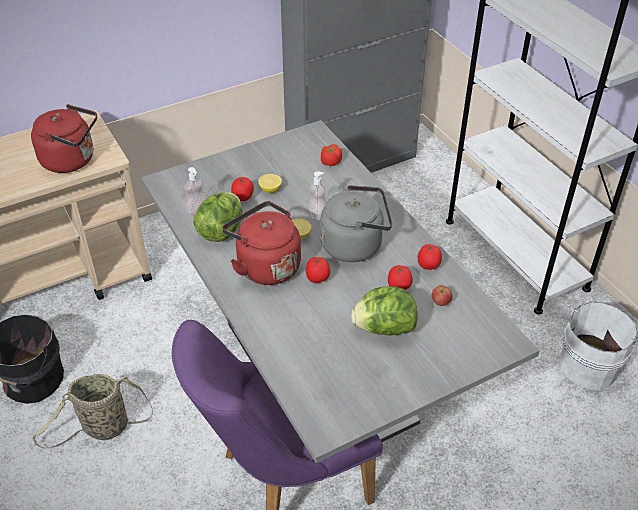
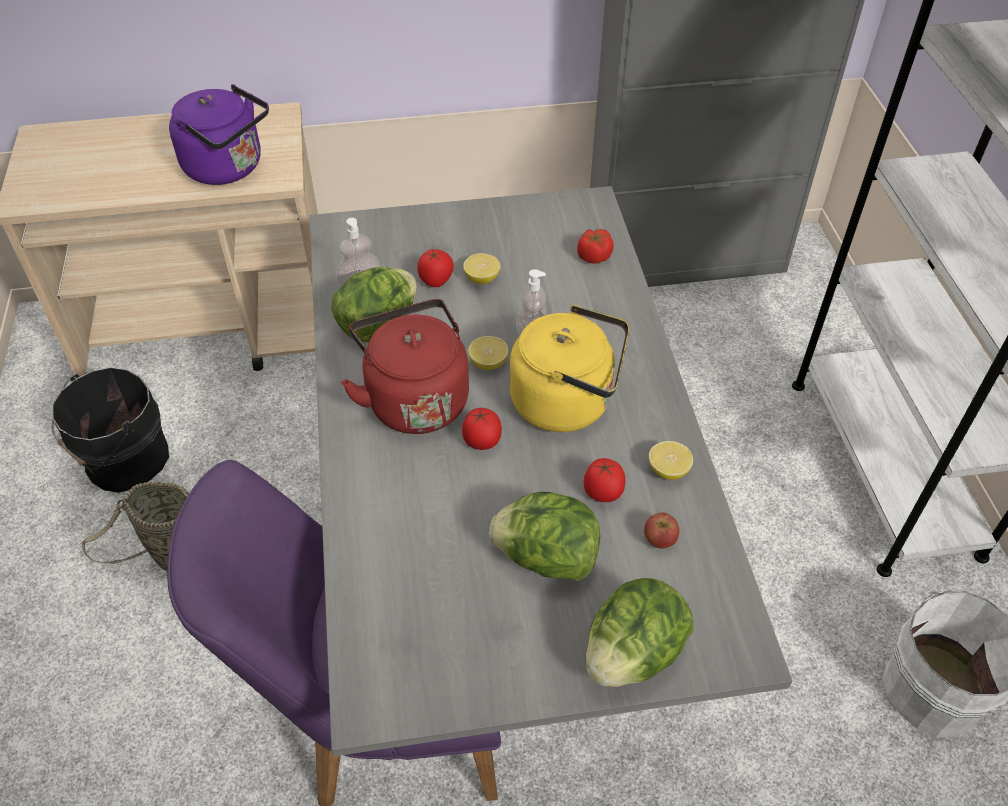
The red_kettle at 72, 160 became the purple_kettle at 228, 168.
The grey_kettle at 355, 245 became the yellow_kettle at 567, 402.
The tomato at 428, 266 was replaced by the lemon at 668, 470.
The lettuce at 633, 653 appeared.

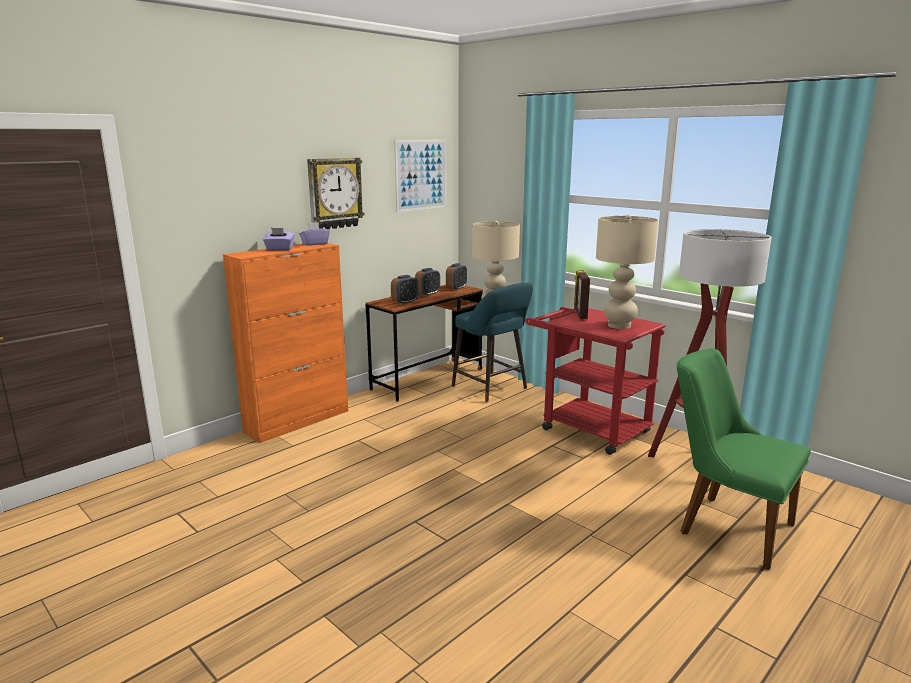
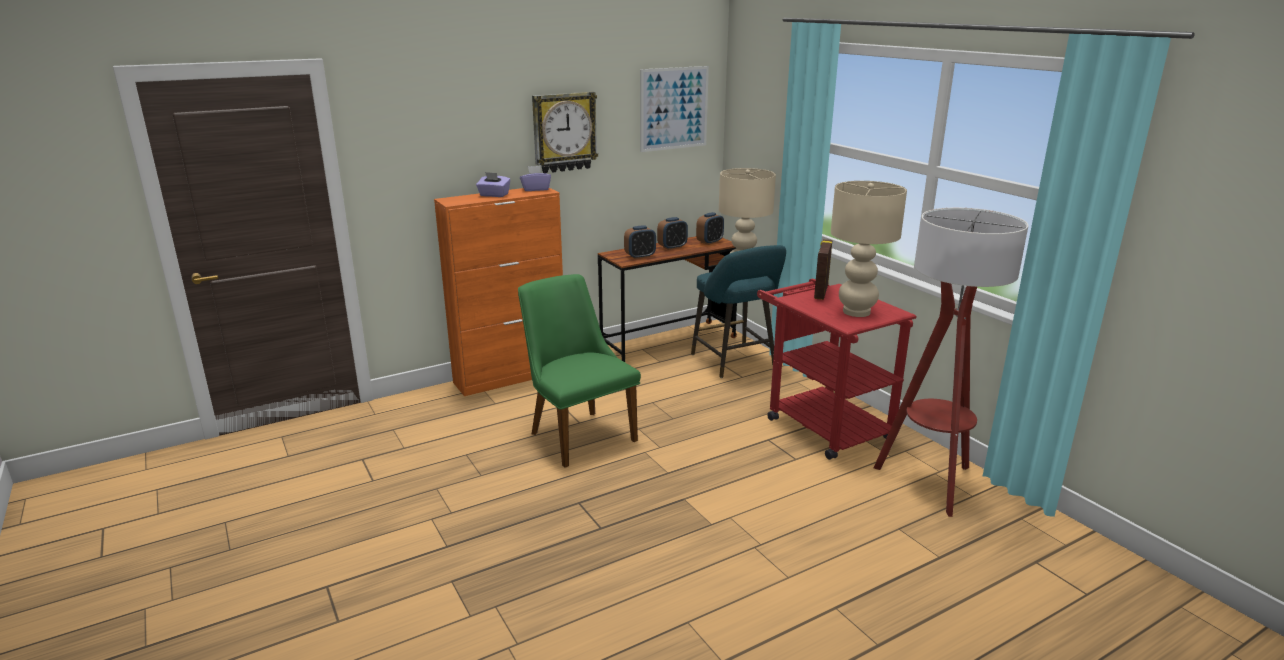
The green_chair moved from 725, 525 to 577, 433.

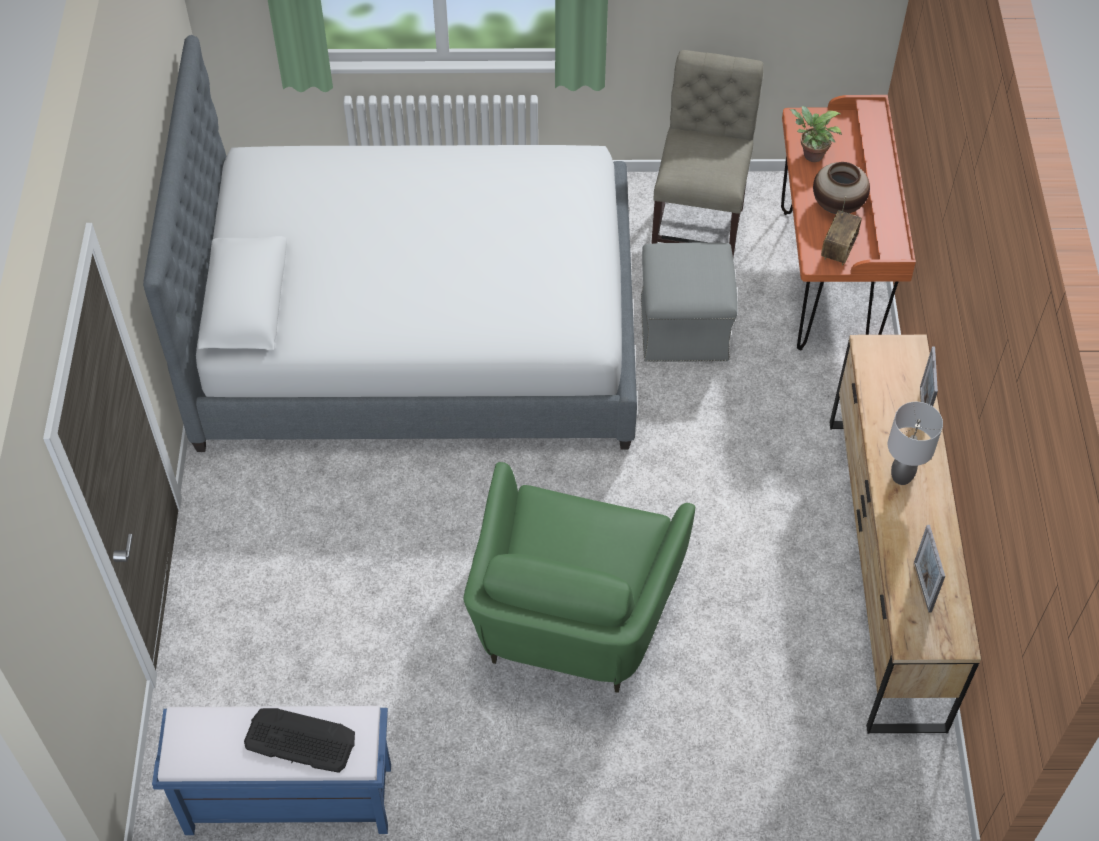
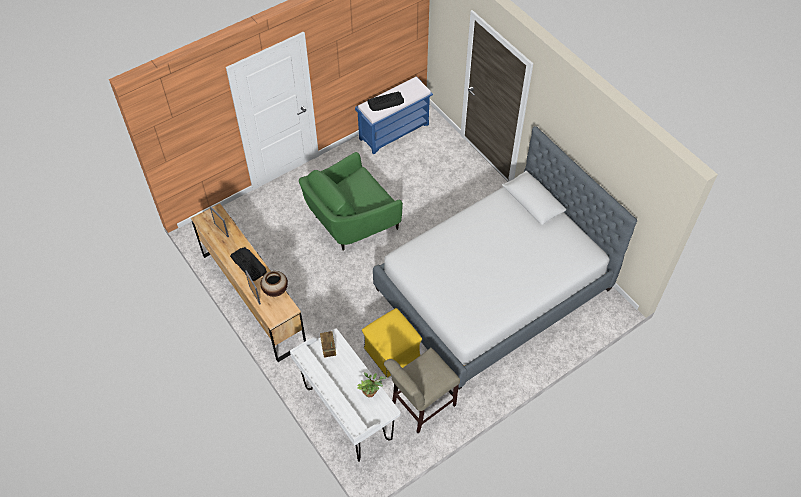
The green_armchair at 571, 619 turned 105 degrees counterclockwise.
The grey_ottoman at 684, 327 became the yellow_ottoman at 392, 352.
The beige_chair at 699, 230 turned 75 degrees clockwise.
The orange_desk at 827, 279 became the white_desk at 347, 414.
The vase moved from 837, 206 to 275, 290.
The grey_table_lamp at 902, 477 was replaced by the keyboard at 248, 264.

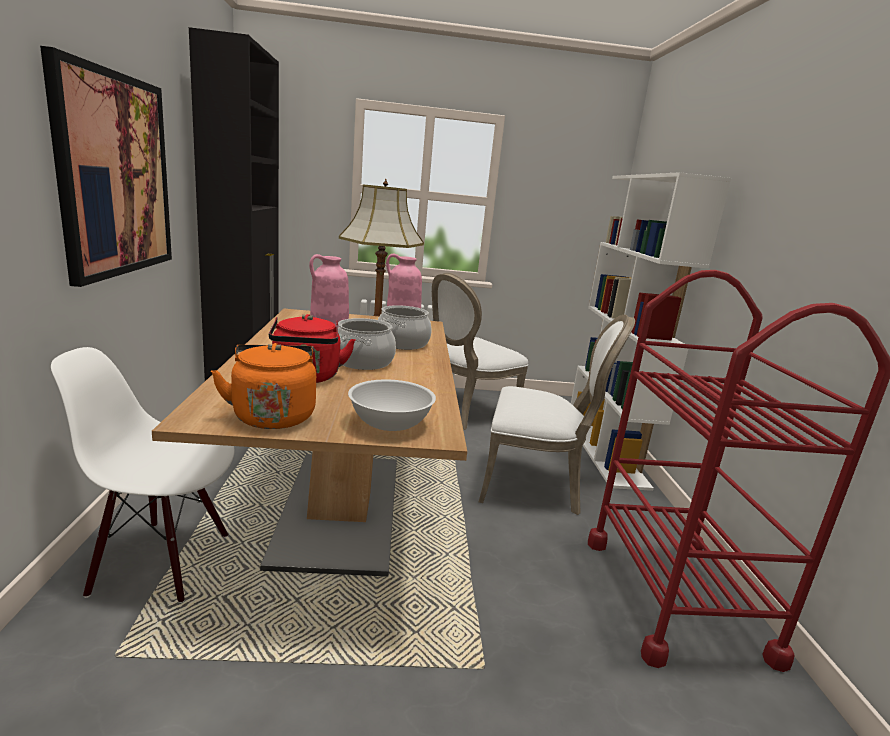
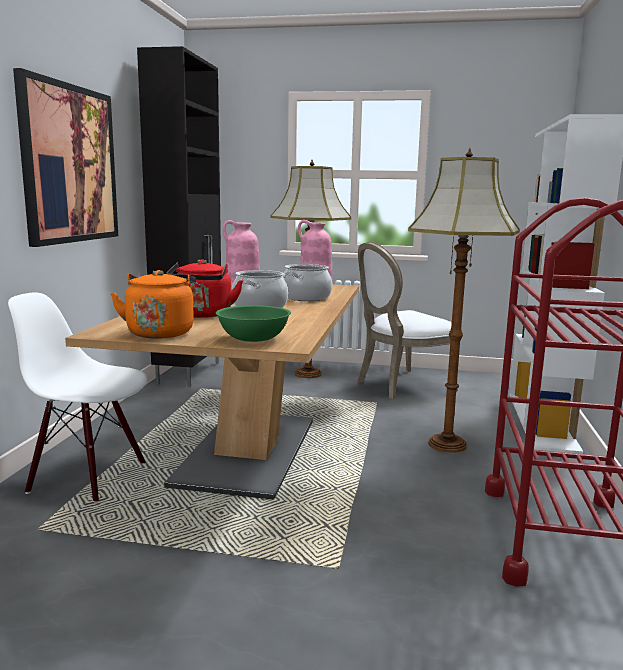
The white_bowl at 389, 423 became the green_bowl at 253, 338.
The white_chair at 535, 486 was replaced by the floor_lamp at 449, 444.

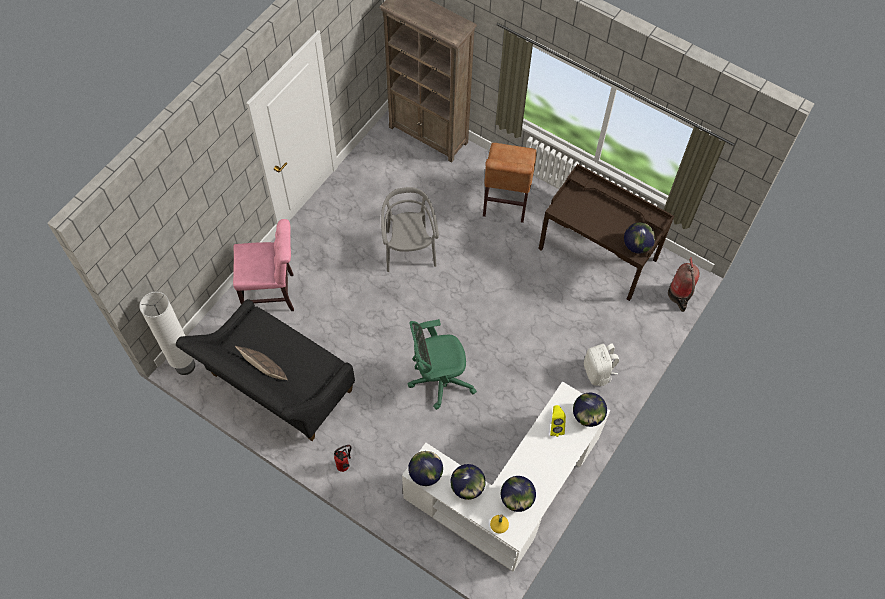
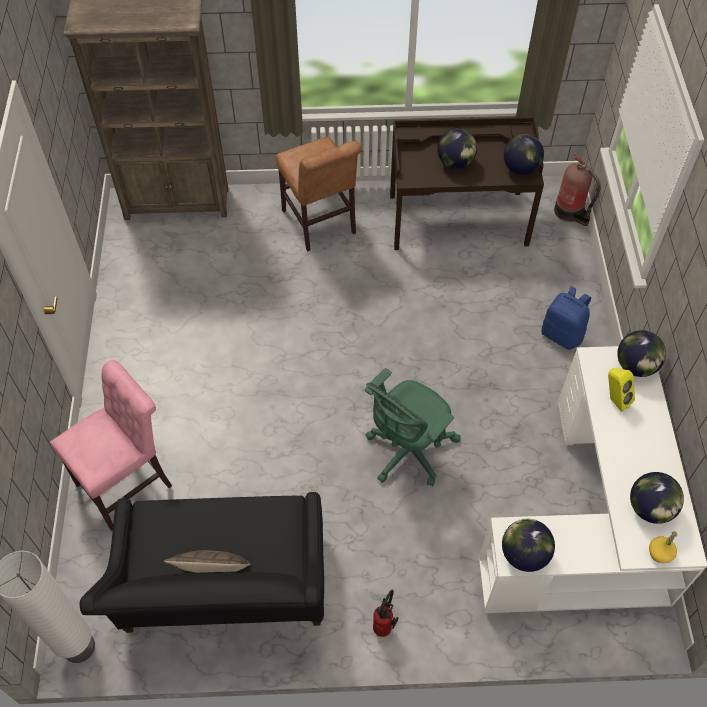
The grey_chair at 409, 249 disappeared.
The globe moved from 467, 487 to 455, 163.
The white_backpack at 598, 372 became the blue_backpack at 562, 334.

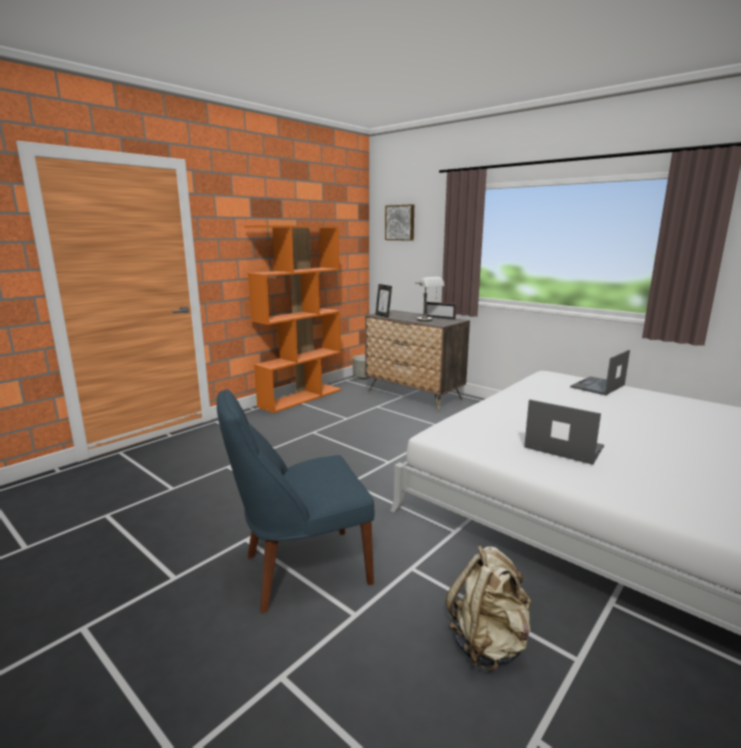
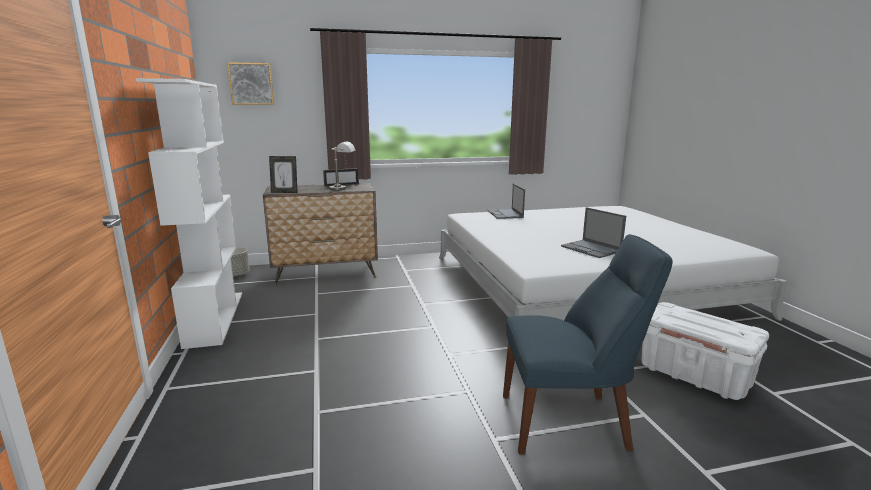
The blue_chair at 300, 570 turned 105 degrees counterclockwise.
The orange_bookcase at 301, 397 became the white_bookcase at 214, 318.
The beige_backpack at 488, 642 was replaced by the white_storage_box at 693, 376.
The laptop at 562, 447 turned 105 degrees counterclockwise.

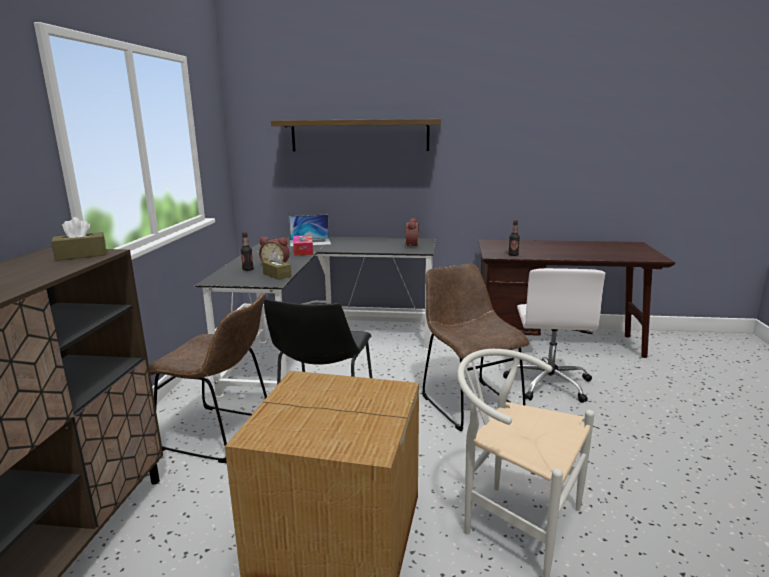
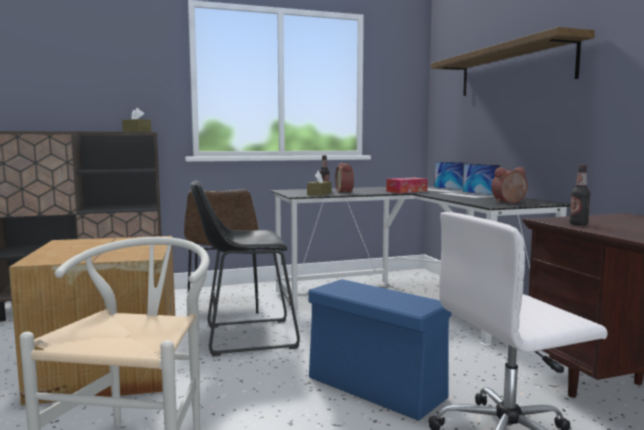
The brown_chair at 468, 402 was replaced by the blue_storage_box at 377, 388.
The laptop at 468, 195 appeared.

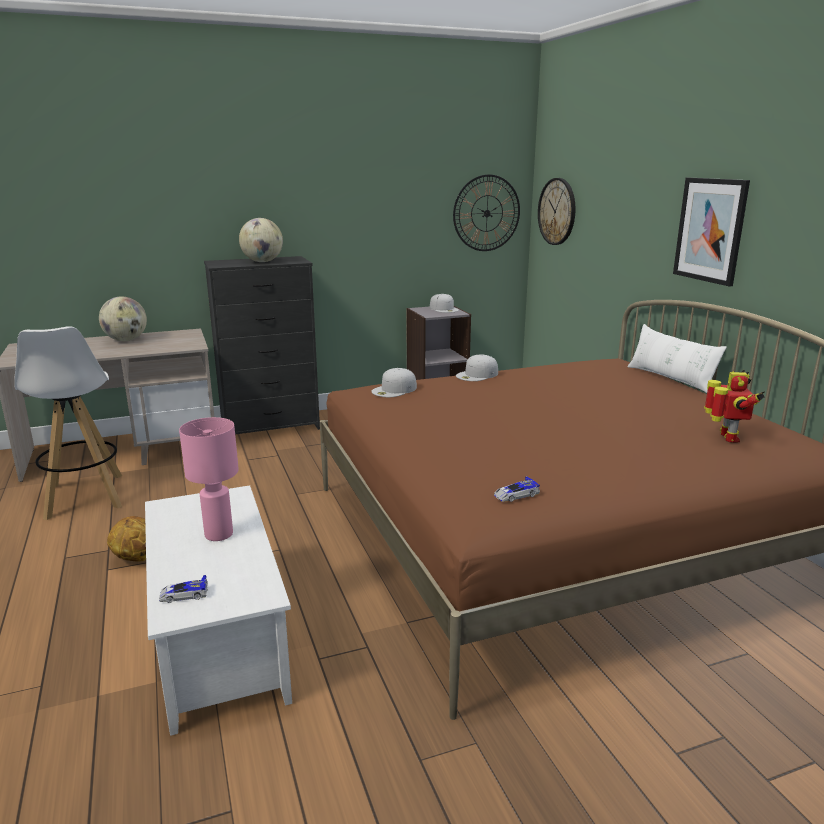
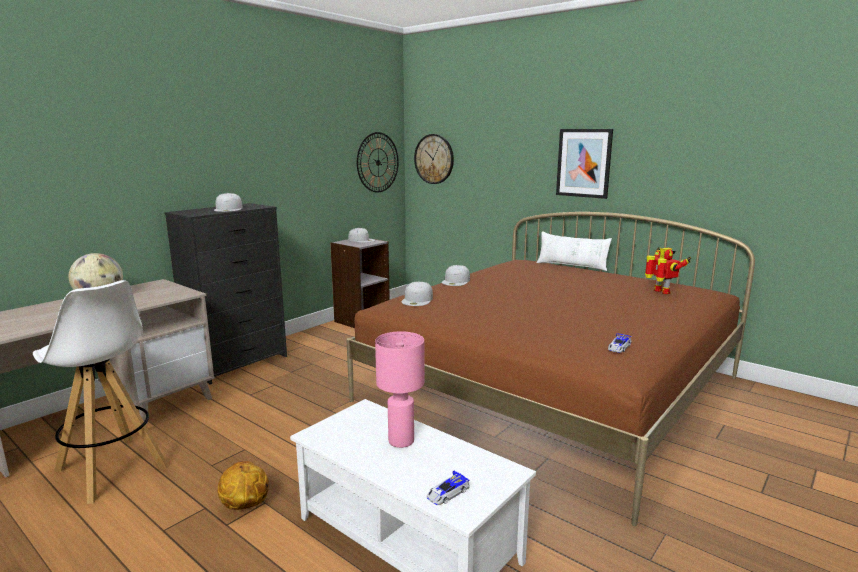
The globe at 262, 262 was replaced by the white_cap at 229, 209.

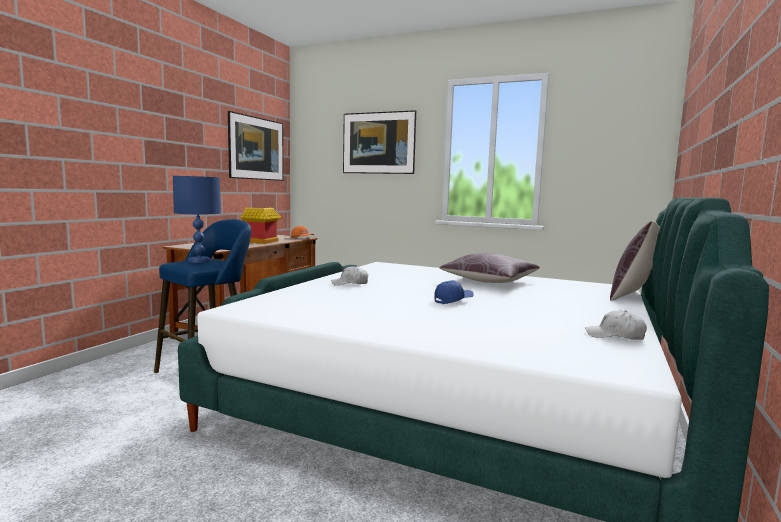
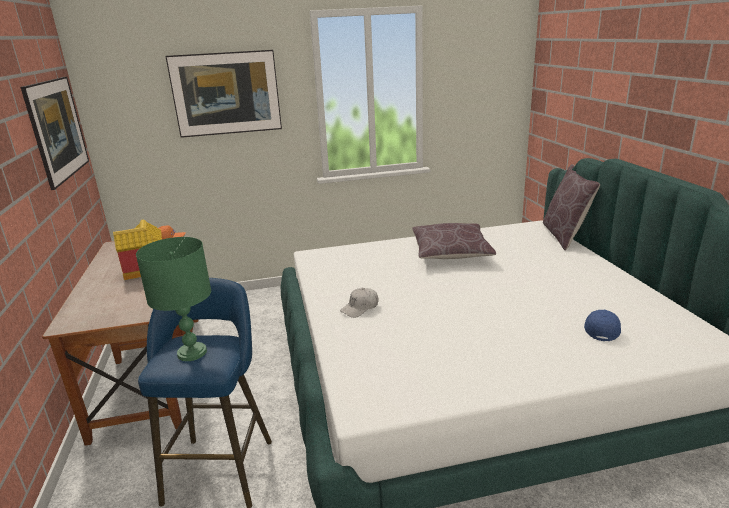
The blue_table_lamp at 198, 261 became the green_table_lamp at 191, 353.
The blue_cap moved from 453, 301 to 601, 329.
The white_cap at 615, 336 disappeared.

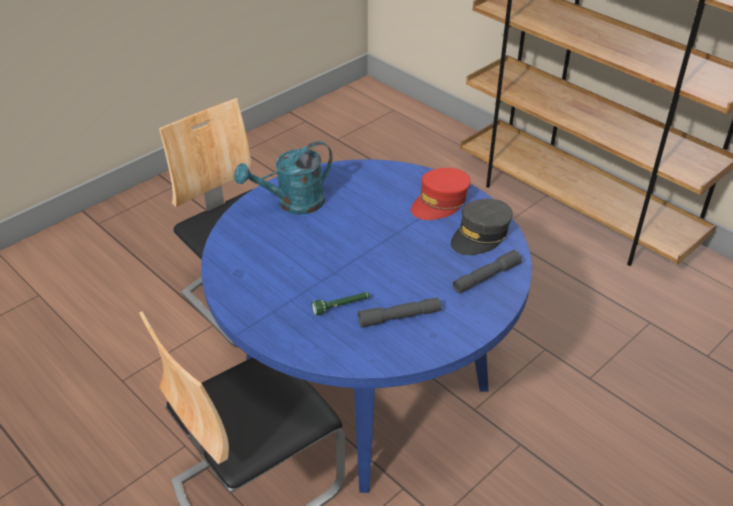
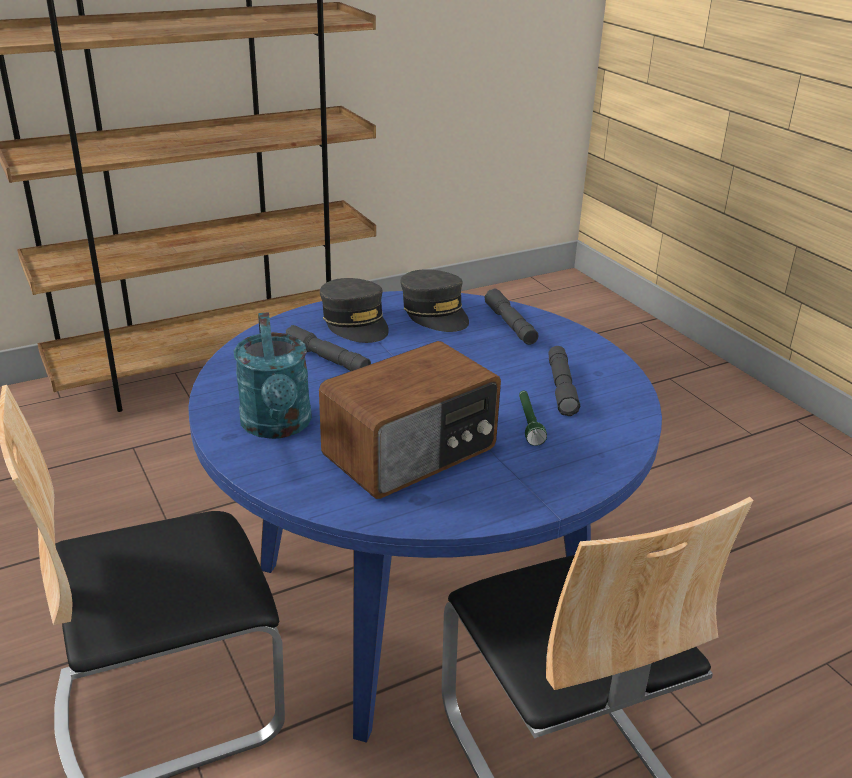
The red_cap at 440, 202 became the grey_cap at 355, 323.
The grey_flashlight at 327, 359 appeared.
The radio at 412, 452 appeared.

